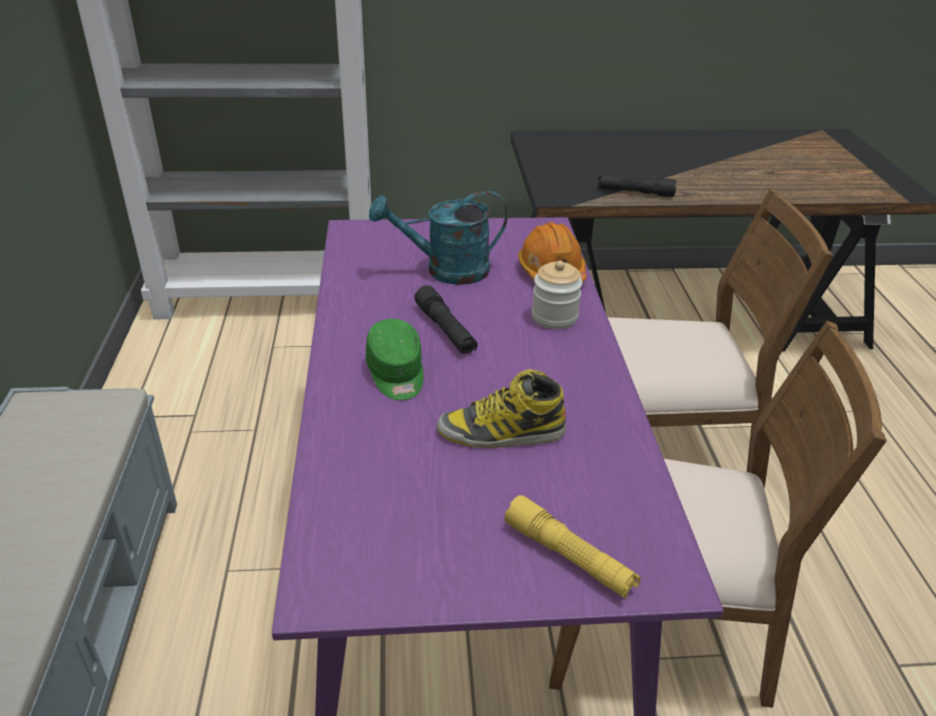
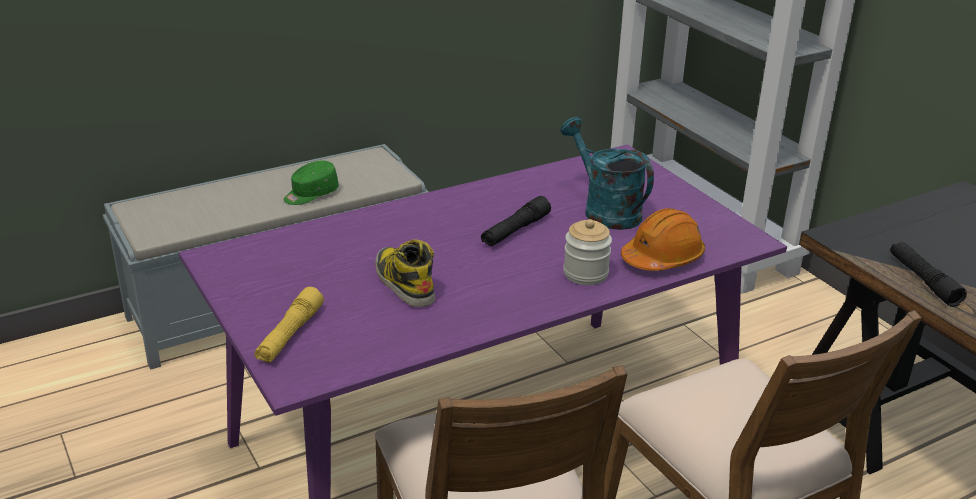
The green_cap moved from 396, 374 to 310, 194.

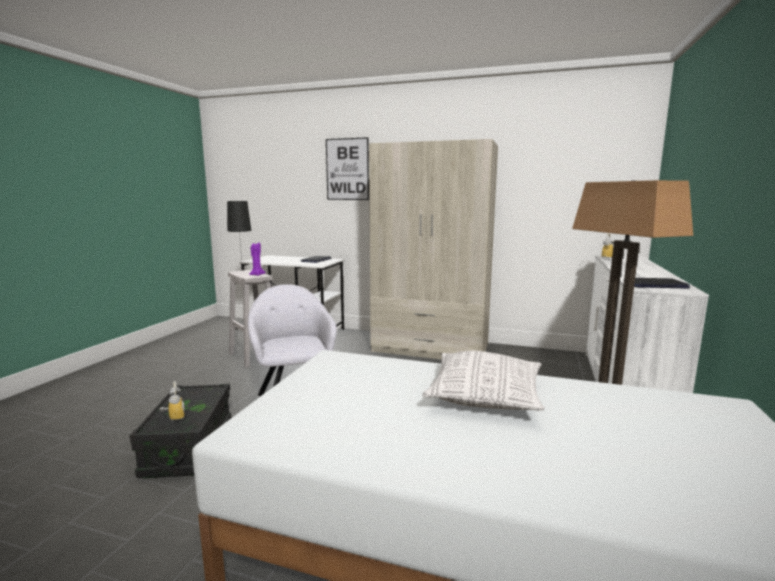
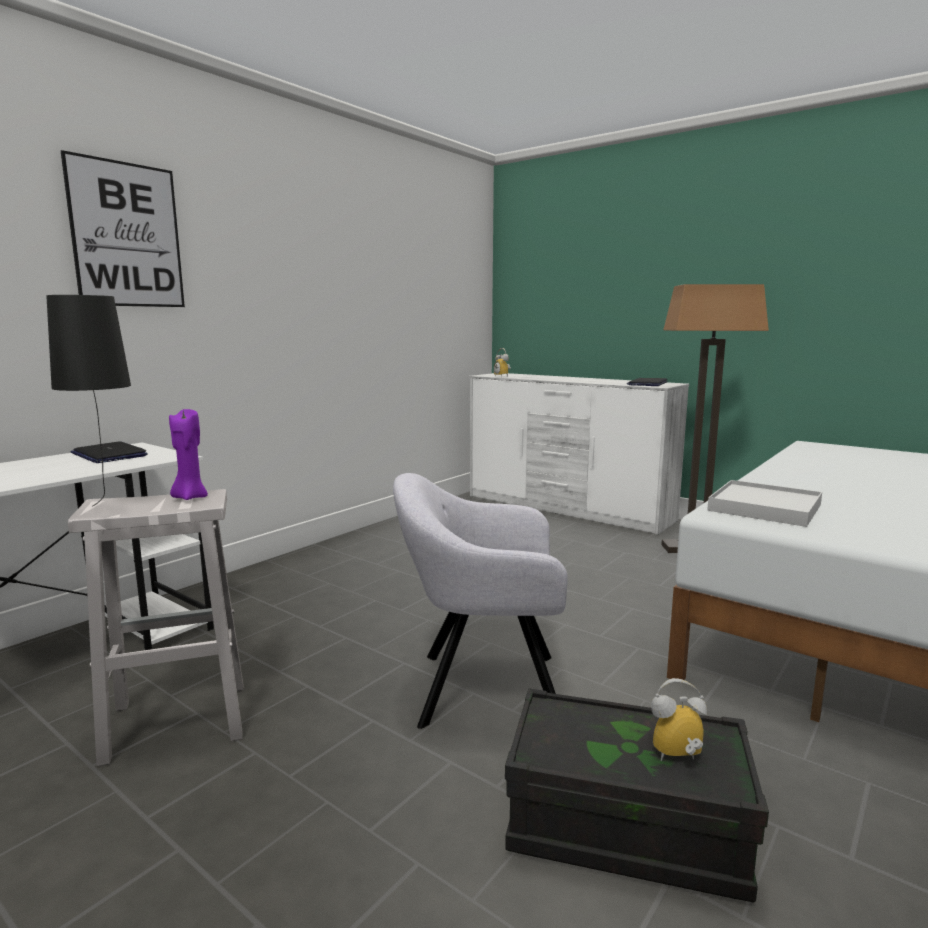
The beige_wardrobe at 431, 348 disappeared.
The pillow at 484, 397 disappeared.
The white_tray at 764, 508 appeared.

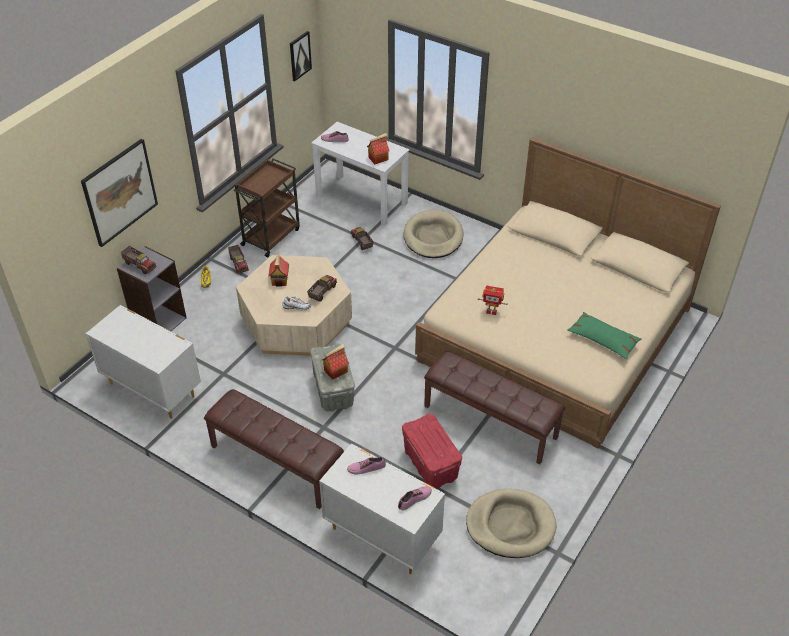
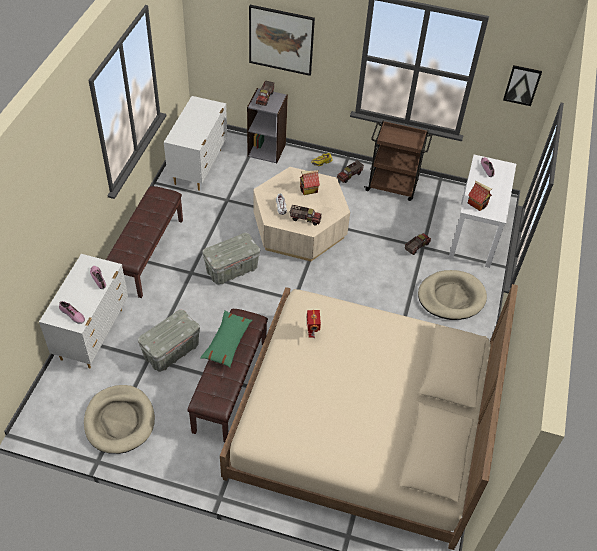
The toy_house at 336, 370 disappeared.
The red_storage_box at 431, 464 became the grey_storage_box at 171, 351.
The green_pillow moved from 603, 340 to 227, 342.

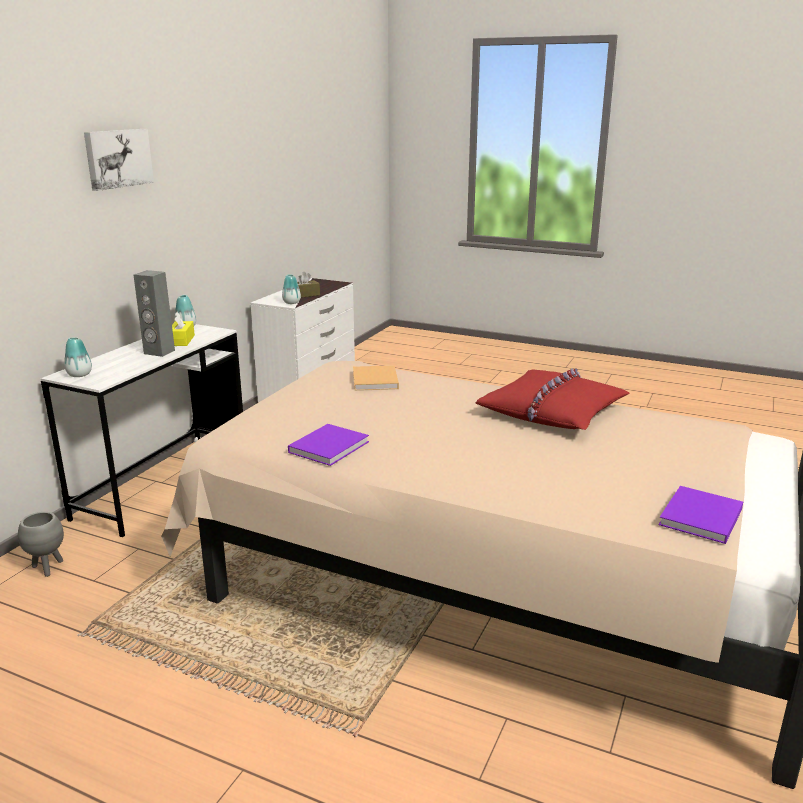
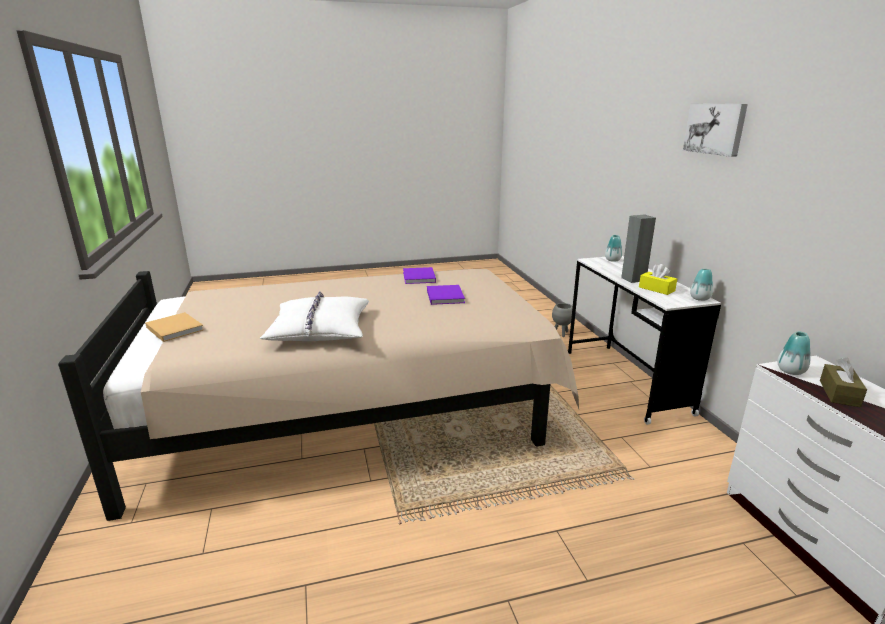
The beige_book moved from 375, 381 to 174, 328.
The red_pillow at 552, 412 became the white_pillow at 320, 329.
The purple_book moved from 700, 518 to 445, 296.

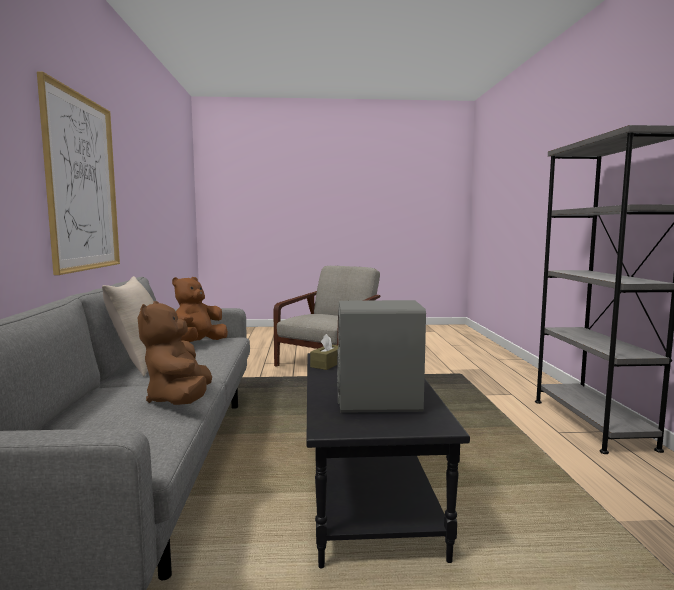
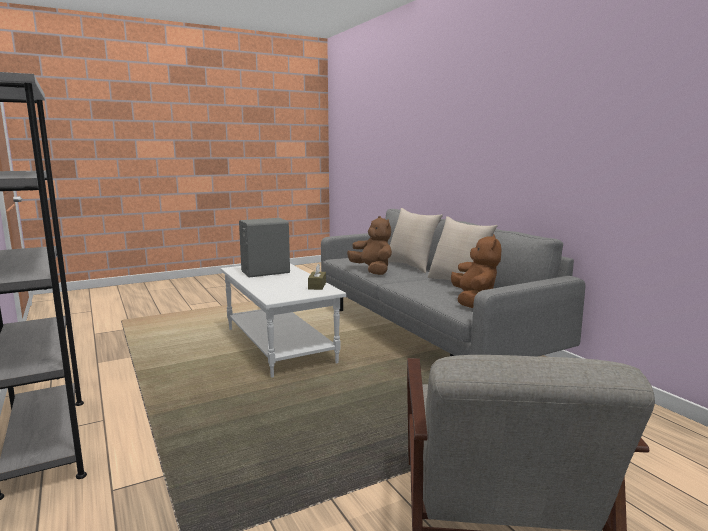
The picture at 82, 183 disappeared.
The black_coffee_table at 366, 489 became the white_coffee_table at 280, 345.
The beige_pillow at 411, 266 appeared.

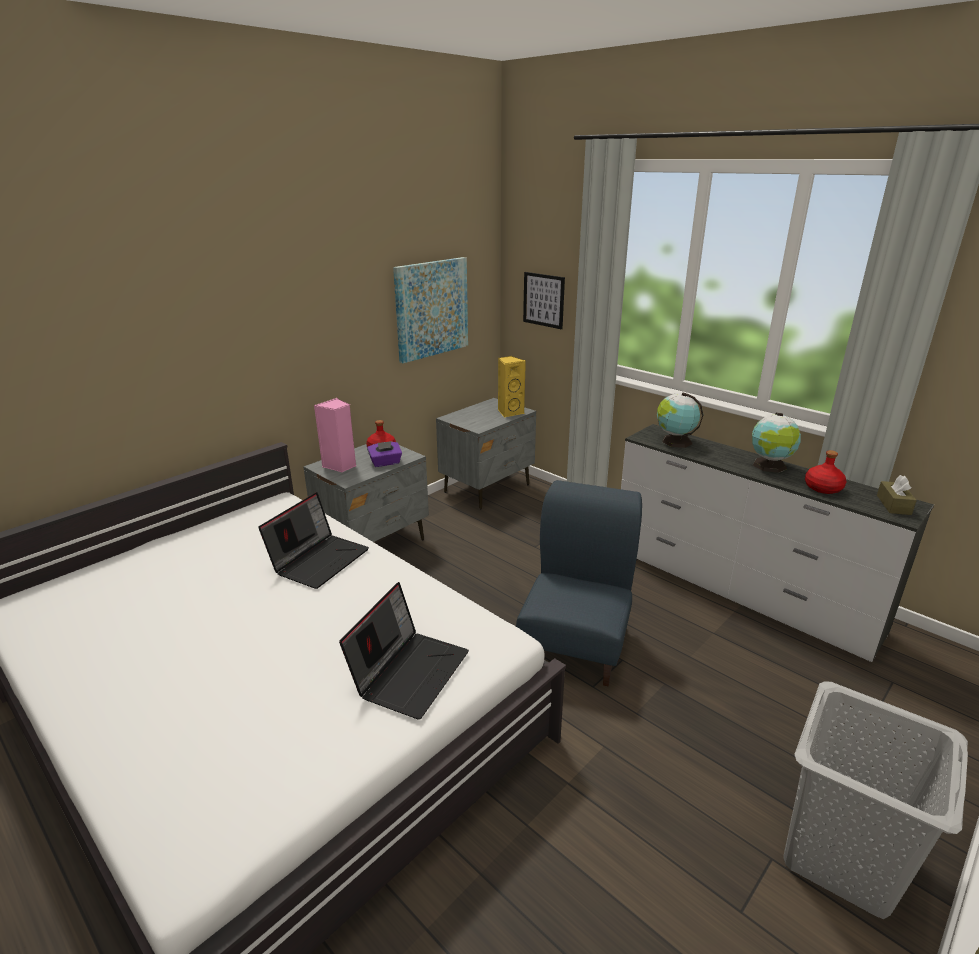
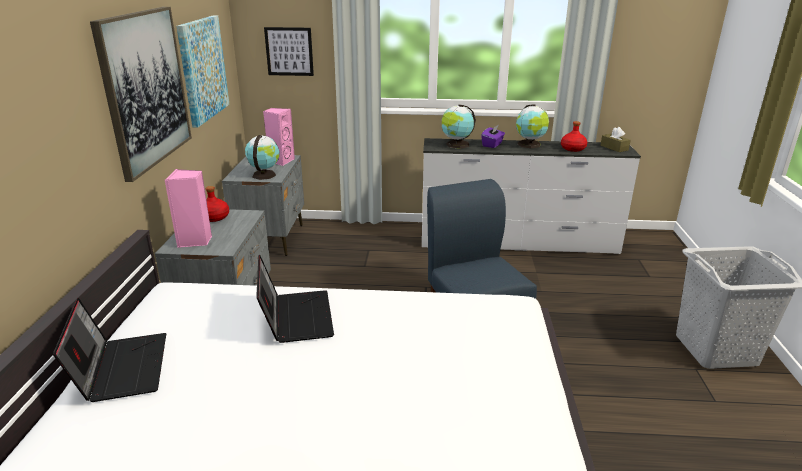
The laptop moved from 409, 671 to 121, 367.
The purple_tissue_box moved from 385, 463 to 492, 144.
The yellow_speaker at 509, 412 became the pink_speaker at 281, 161.
The picture at 145, 89 appeared.
The globe at 264, 174 appeared.

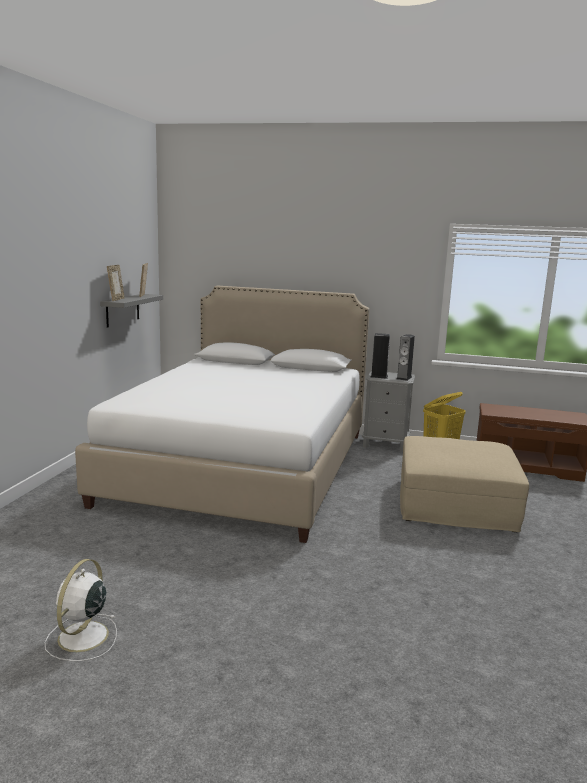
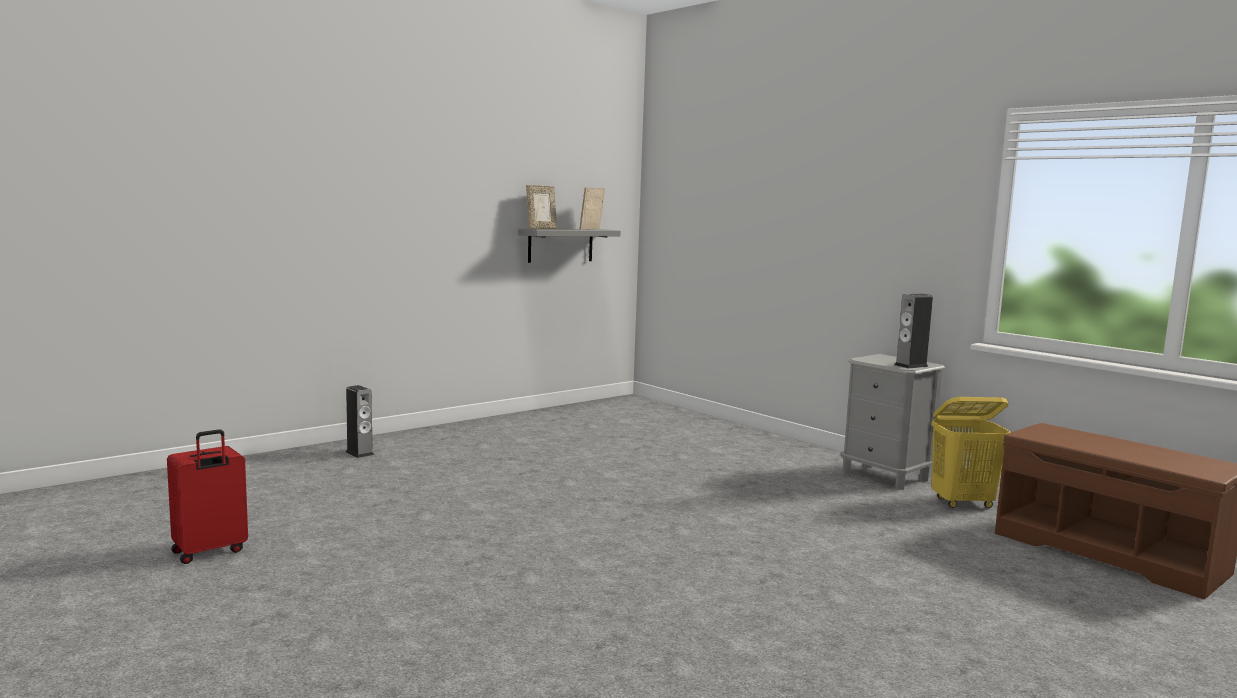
The white_fan at 82, 638 was replaced by the red_suitcase at 210, 552.
The white_bed at 243, 466 disappeared.
The speaker moved from 379, 376 to 359, 453.
The beige_ottoman at 455, 504 disappeared.

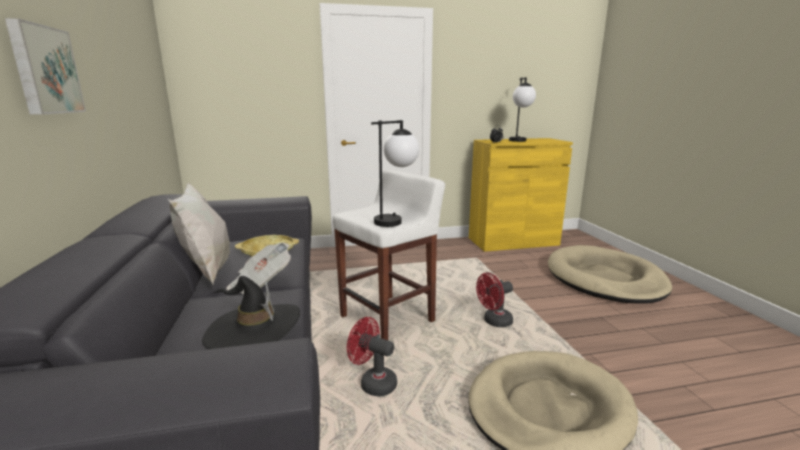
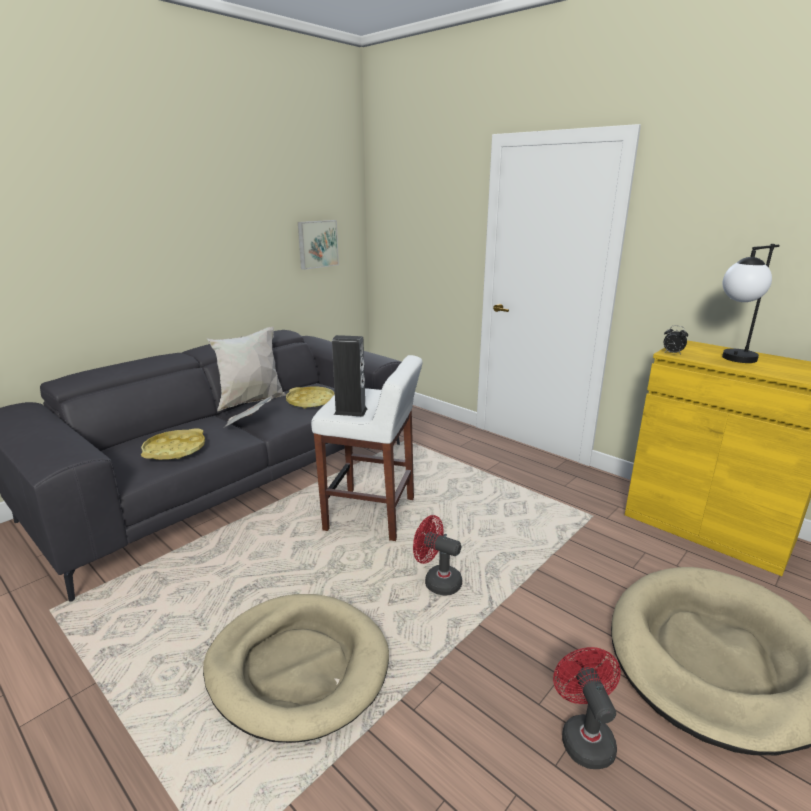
The picture moved from 44, 70 to 317, 244.
The black_hat at 253, 331 was replaced by the yellow_tray at 174, 450.
The red_fan moved from 373, 383 to 584, 736.
The table_lamp at 395, 220 was replaced by the speaker at 350, 411.

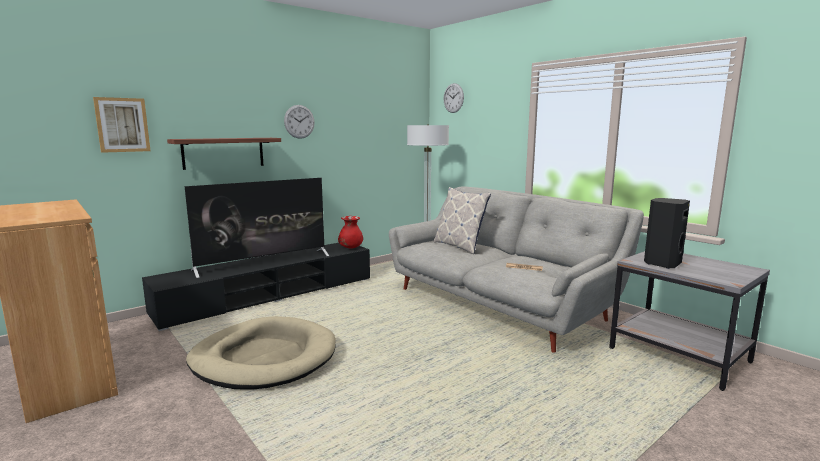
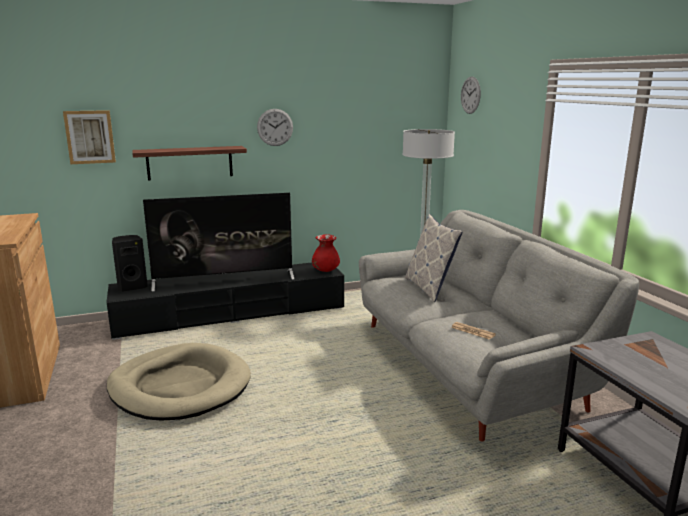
The black_speaker moved from 661, 263 to 132, 287.

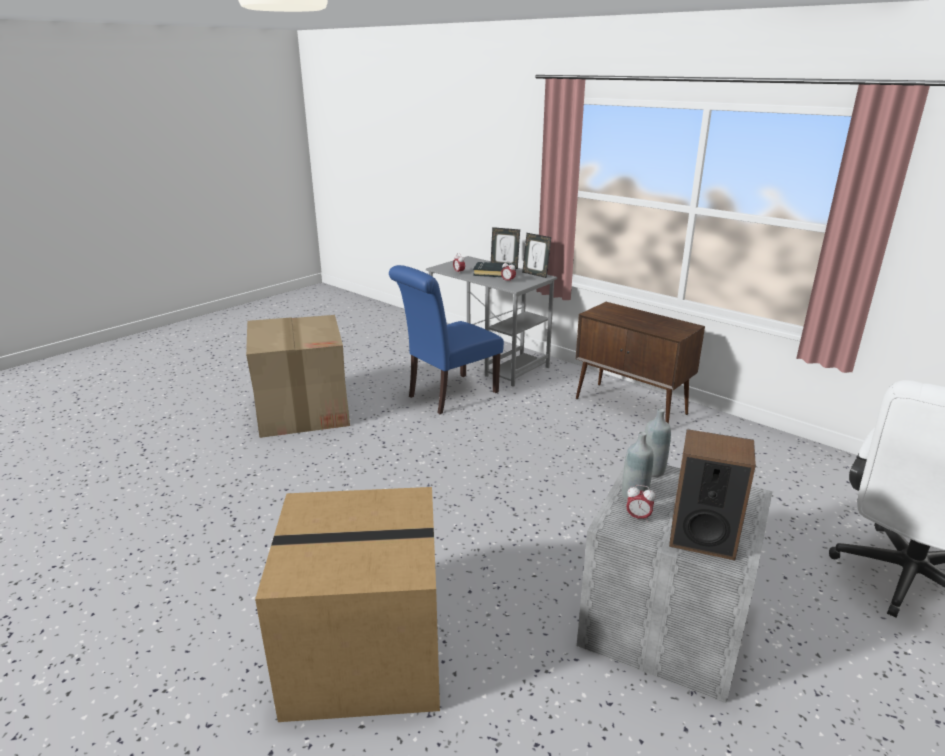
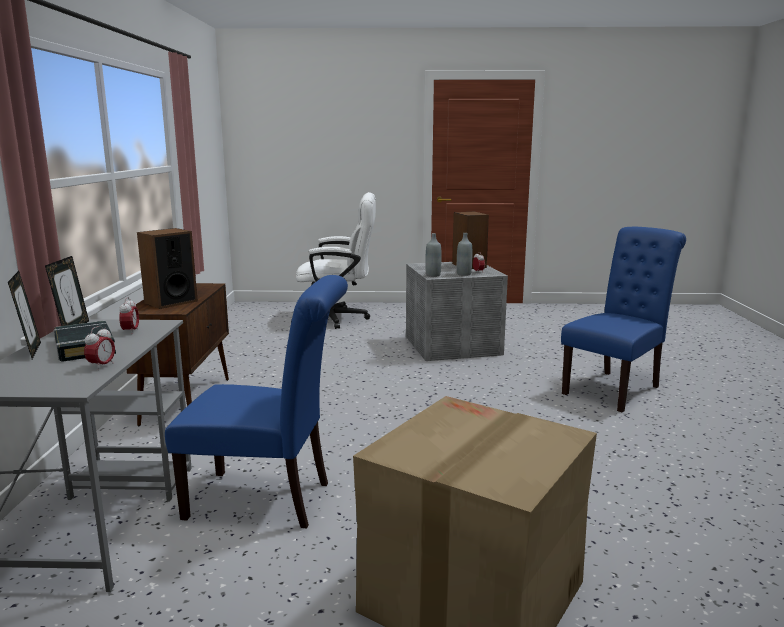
The cardboard_box at 362, 654 was replaced by the blue_chair at 615, 388.
The speaker at 170, 302 appeared.

